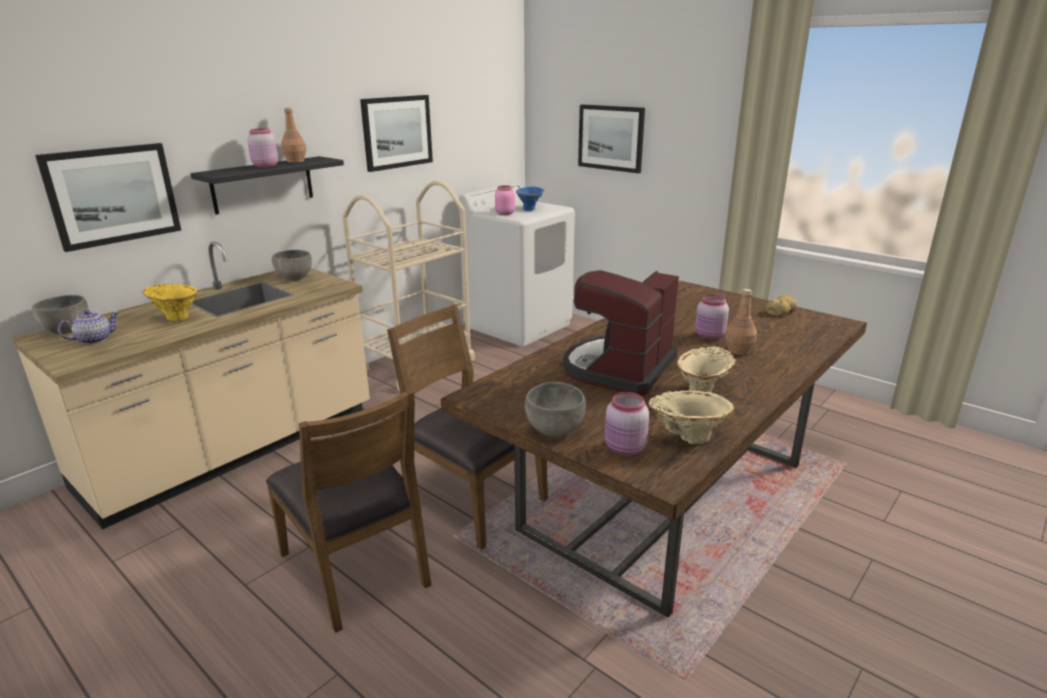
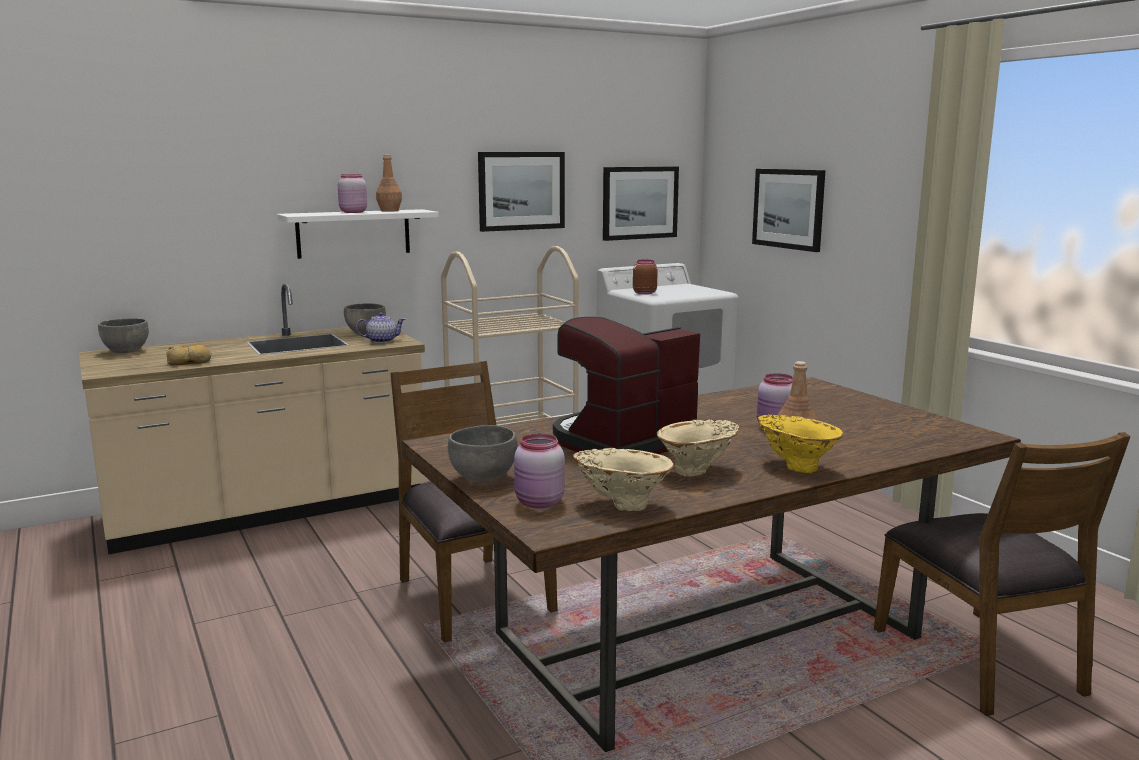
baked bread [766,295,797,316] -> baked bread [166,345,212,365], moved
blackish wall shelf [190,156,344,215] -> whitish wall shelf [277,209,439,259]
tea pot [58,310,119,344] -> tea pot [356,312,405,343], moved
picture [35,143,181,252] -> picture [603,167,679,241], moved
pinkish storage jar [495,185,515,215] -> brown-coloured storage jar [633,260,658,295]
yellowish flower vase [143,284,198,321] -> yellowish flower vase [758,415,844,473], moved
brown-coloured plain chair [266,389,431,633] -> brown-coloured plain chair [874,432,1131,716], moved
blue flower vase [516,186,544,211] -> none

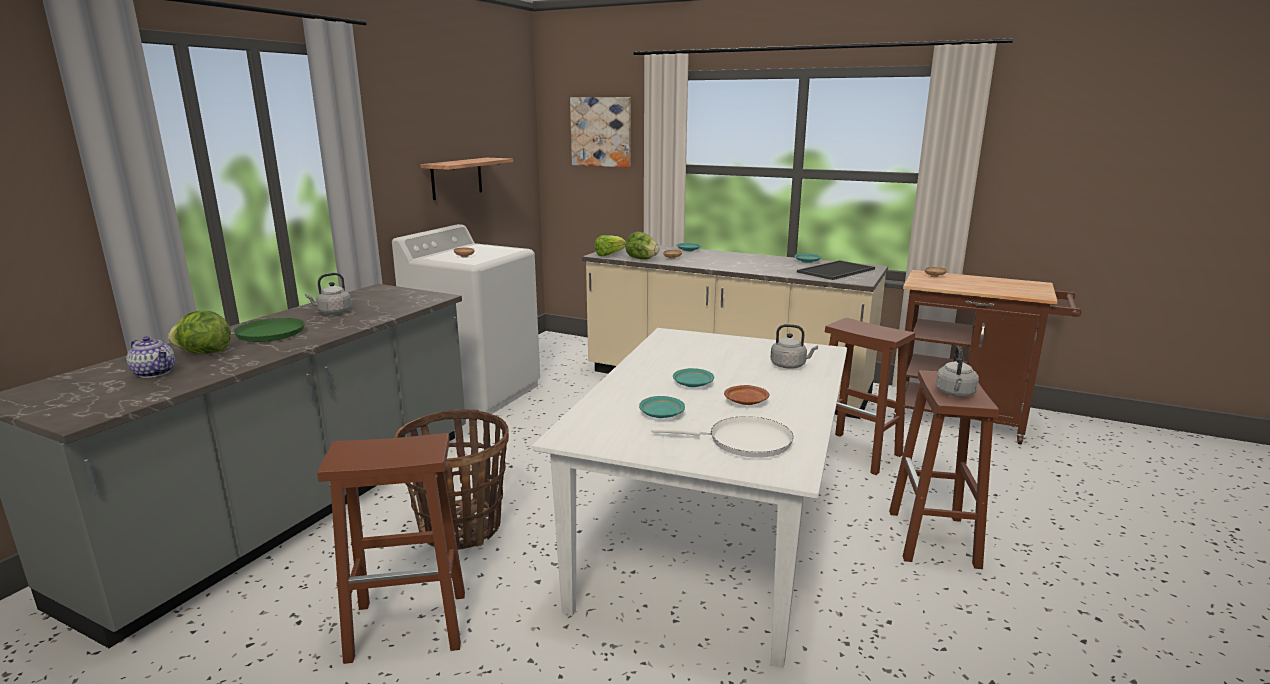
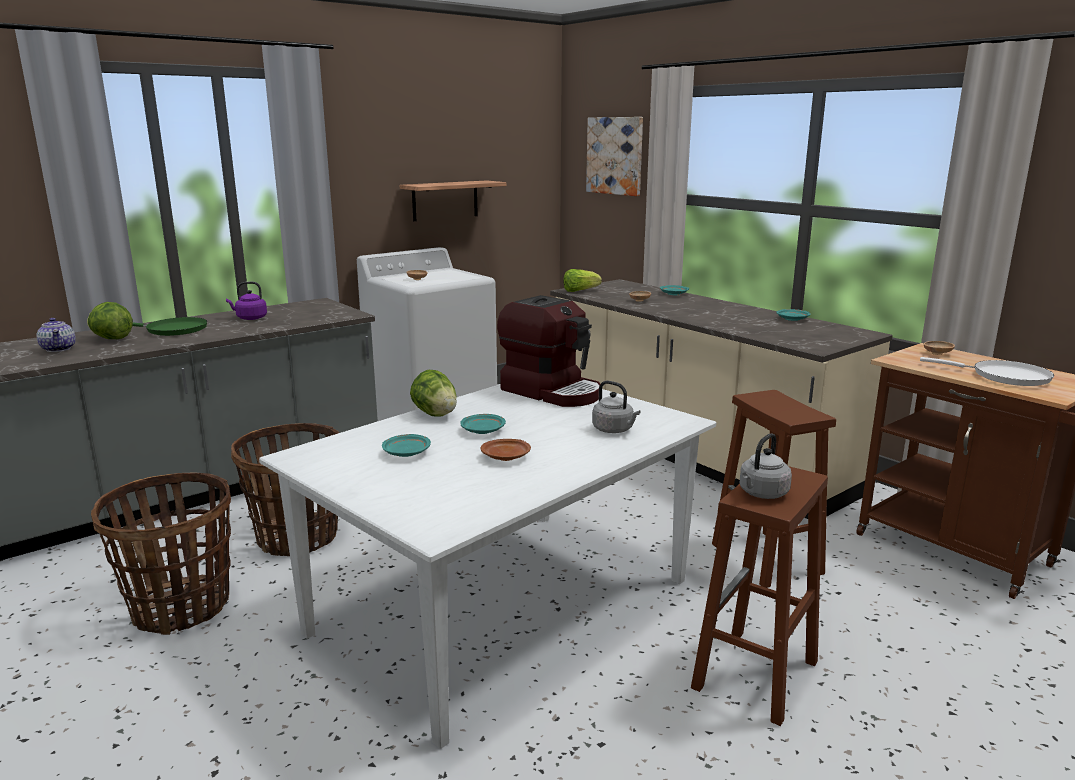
brown-coloured stool seat [317,433,465,664] -> storage basket [91,473,231,635]
greyish tea kettle [305,273,352,314] -> purple-coloured tea kettle [226,281,267,320]
lettuce head [625,232,659,260] -> lettuce head [410,370,457,417], moved
none -> coffee machine [497,295,600,407]
whitish skillet [651,416,793,458] -> whitish skillet [920,357,1054,386], moved
tray [797,260,875,280] -> none

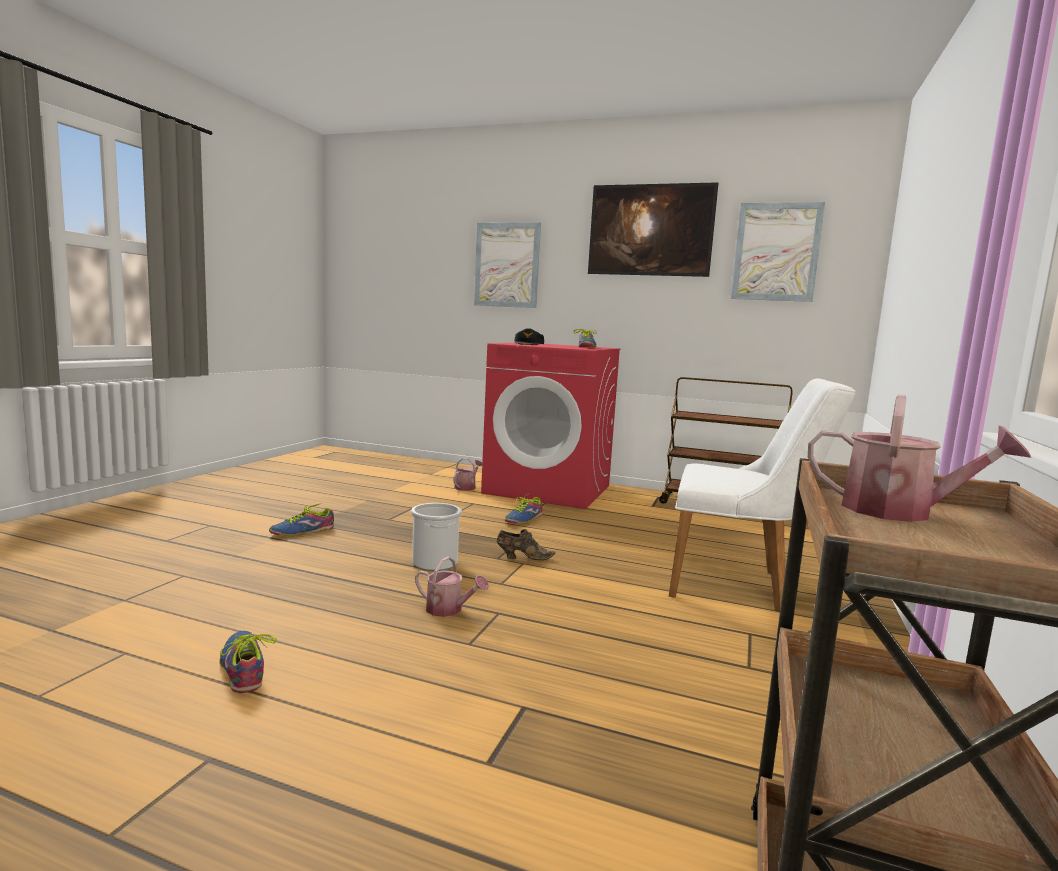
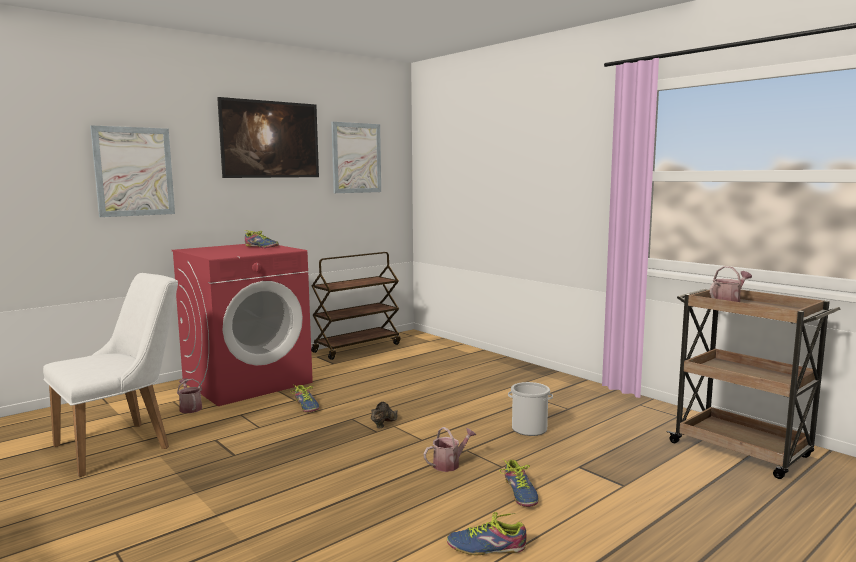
whitish plain chair [669,378,856,613] -> whitish plain chair [43,273,178,477], moved
shoe [269,503,334,536] -> shoe [500,459,539,507], moved
pail [411,503,462,571] -> pail [508,382,553,436], moved
blackish baseball cap [515,328,544,345] -> none

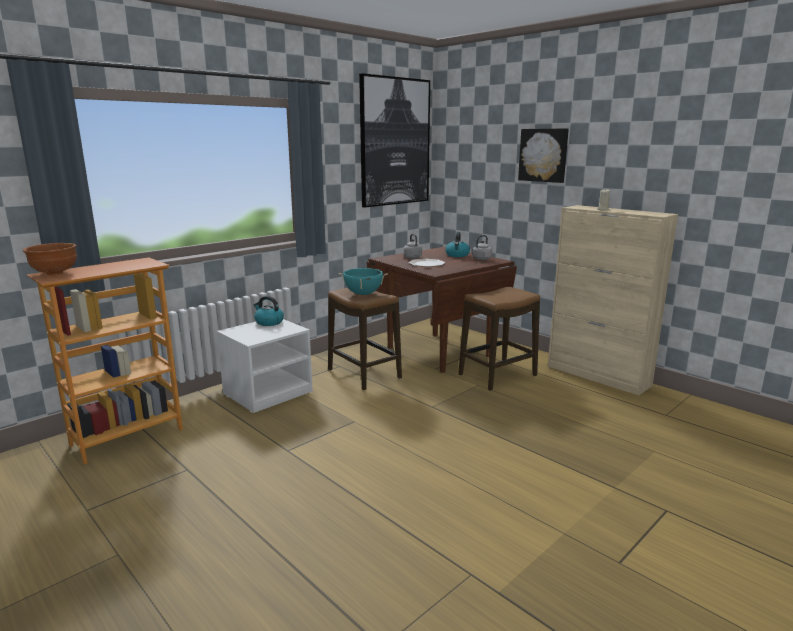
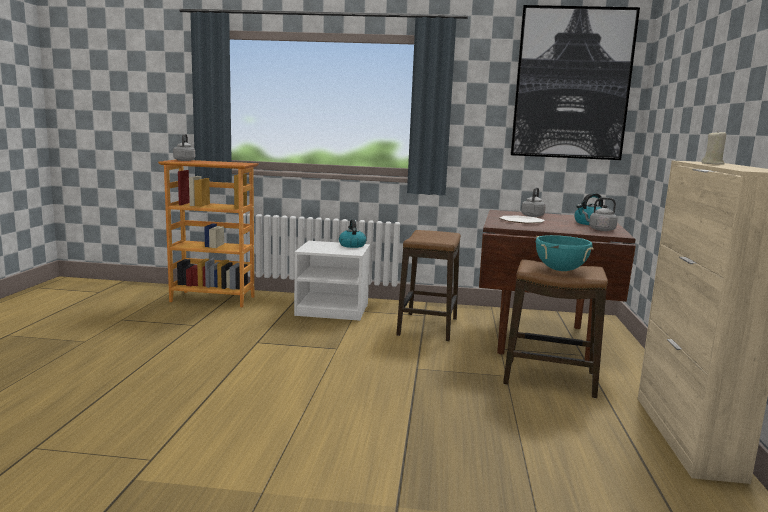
brown-coloured bowl [23,243,77,275] -> greyish tea kettle [173,134,195,161]
turquoise-coloured stockpot [338,268,388,295] -> turquoise-coloured stockpot [536,235,594,271], moved
picture [518,128,569,183] -> none

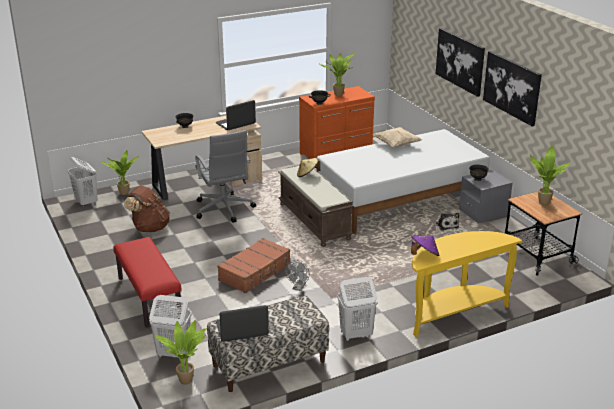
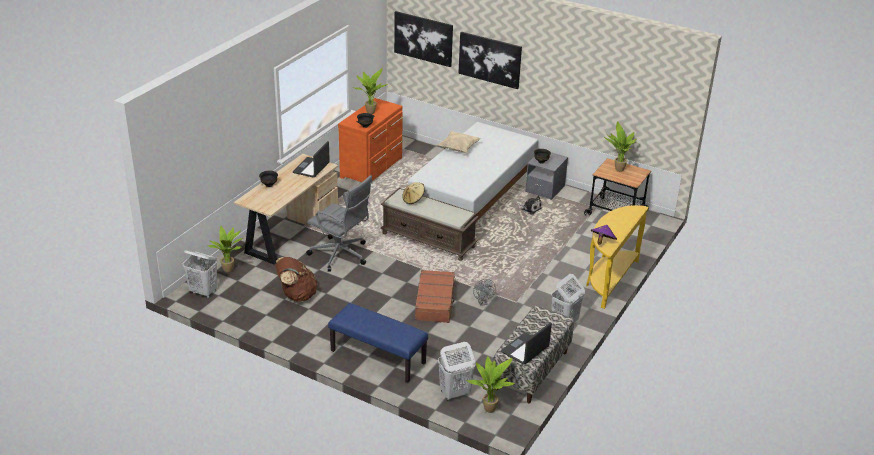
reddish indoor bench [113,237,182,328] -> blue indoor bench [328,303,428,382]
picture [483,51,542,126] -> picture [394,11,453,67], moved

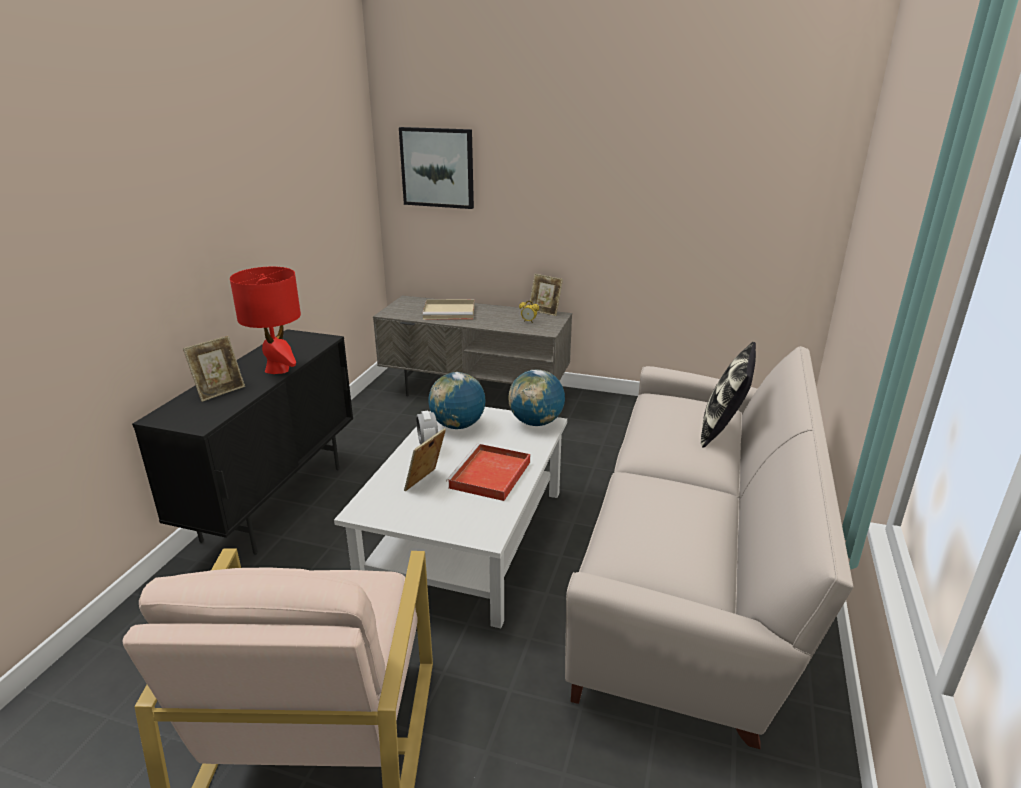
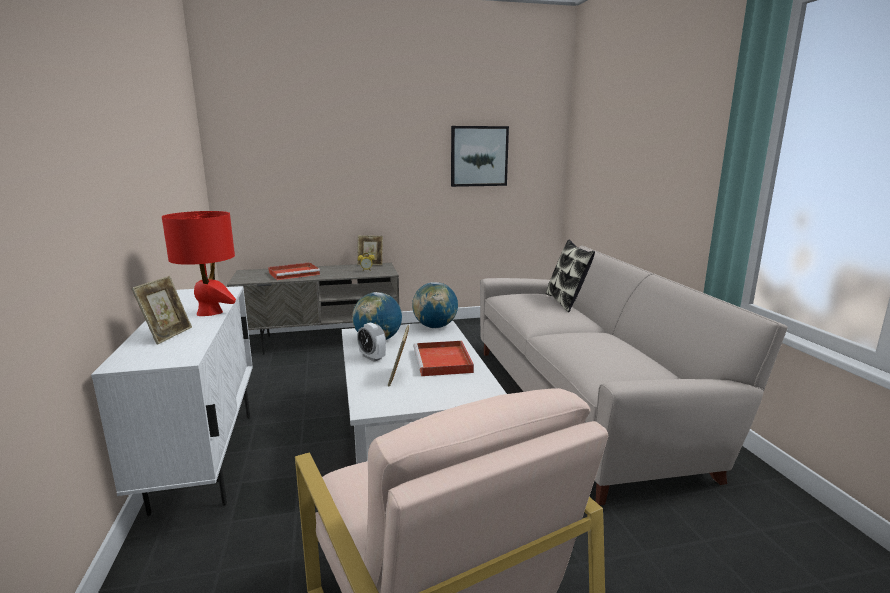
blackish cupboard [132,329,353,555] -> whitish cupboard [91,286,253,516]
beige-coloured tray [423,299,475,319] -> reddish tray [268,262,320,280]
picture [399,127,474,209] -> picture [451,126,509,187], moved

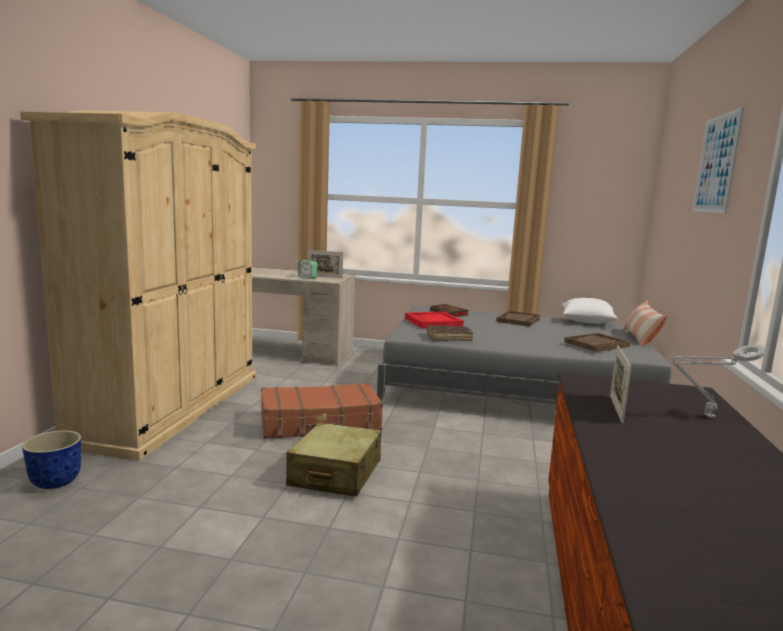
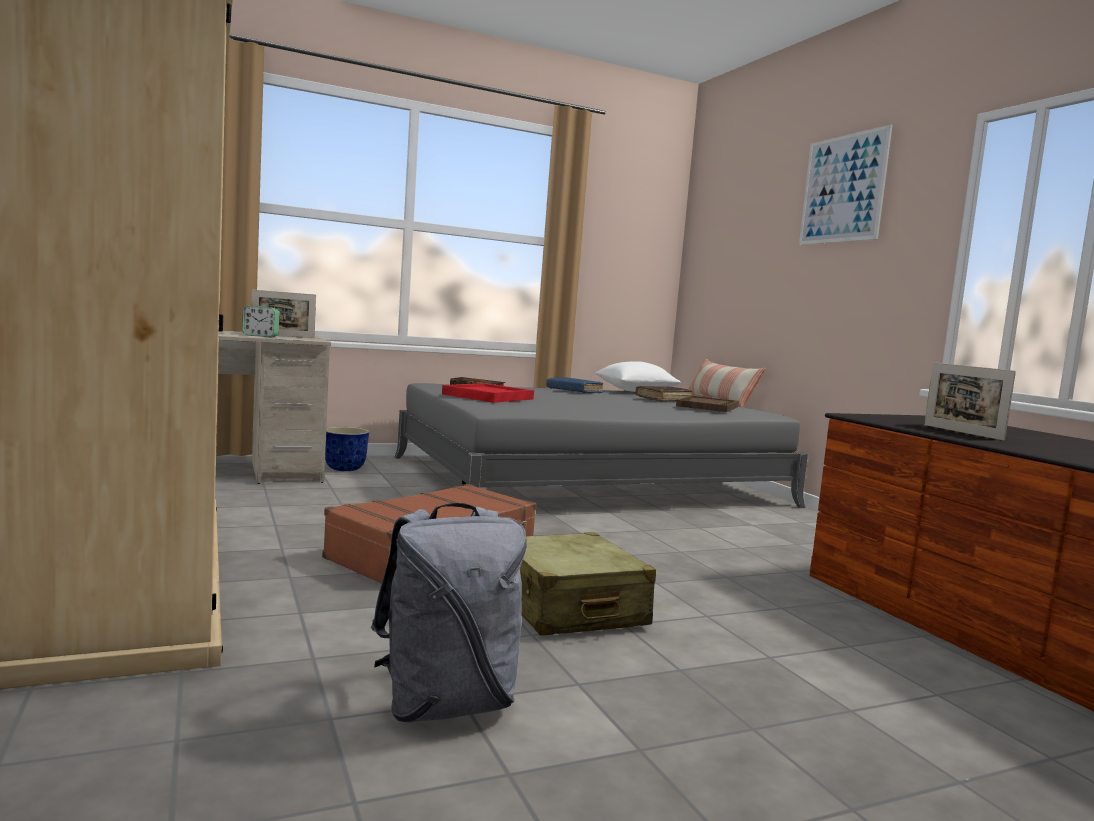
flower pot [22,430,81,489] -> flower pot [325,427,369,471], moved
none -> greyish knapsack [371,503,526,723]
brown-coloured tray [496,311,540,327] -> blue book [546,377,603,393]
brown-coloured book [427,325,473,341] -> brown-coloured book [636,386,692,402], moved
greyish lamp for a table [671,345,766,418] -> none

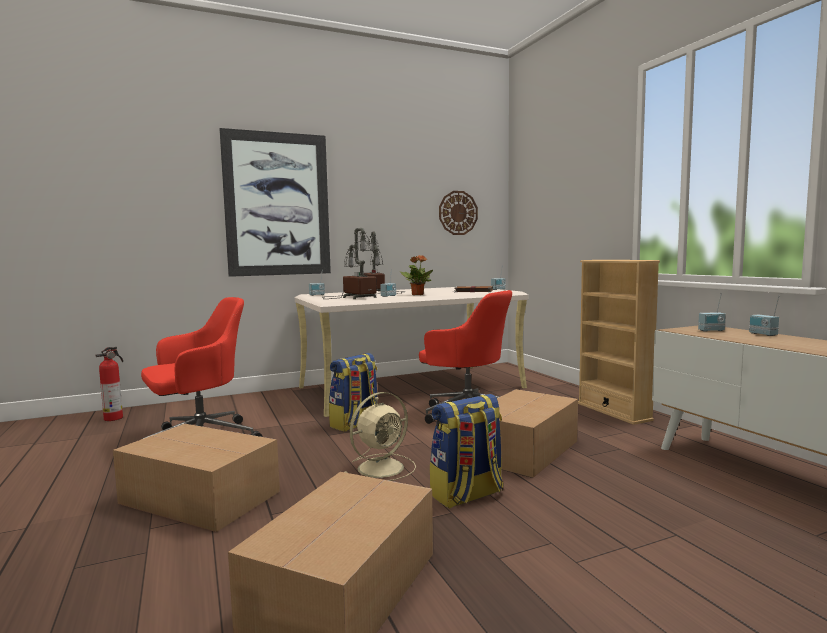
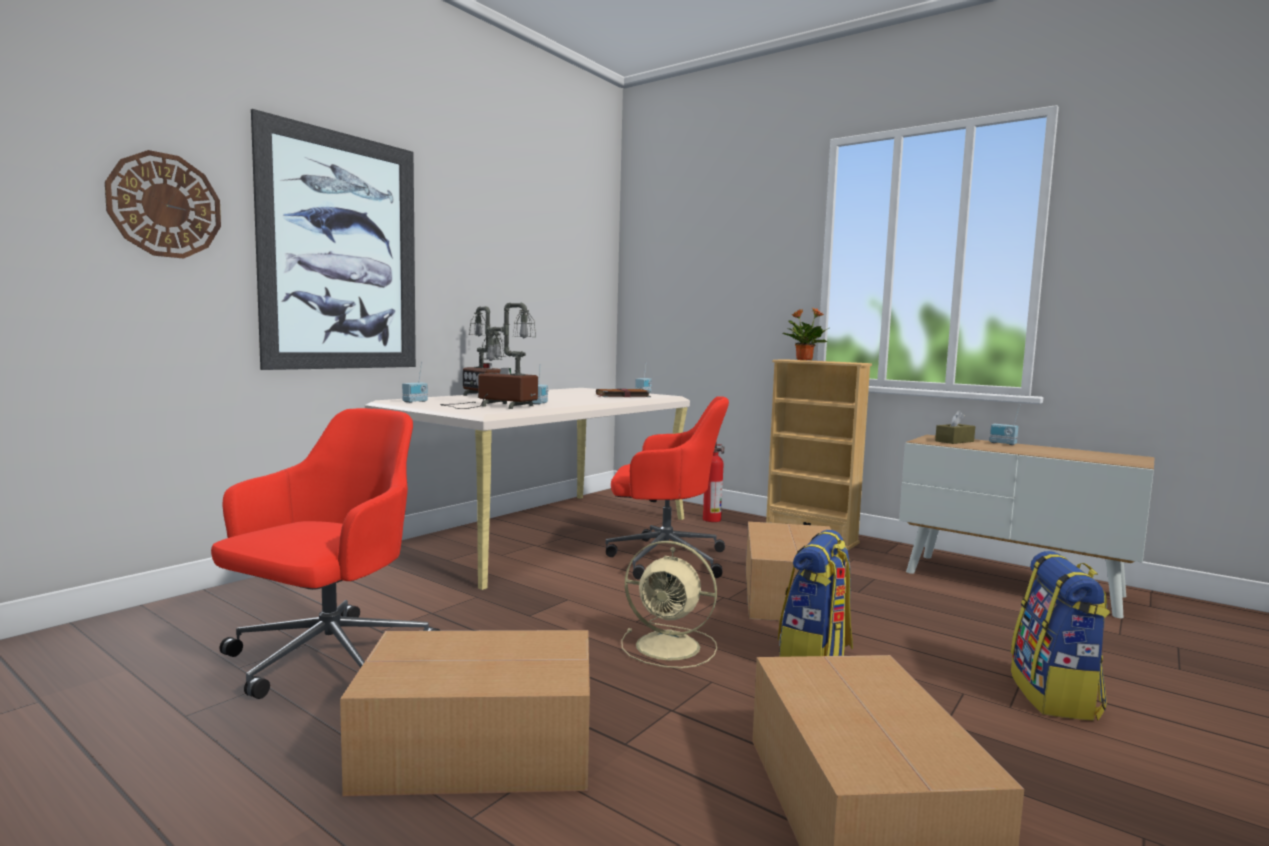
wall clock [439,191,478,235] -> wall clock [105,150,221,259], moved
beige-coloured cooling fan [345,392,416,481] -> beige-coloured cooling fan [621,541,717,668], 90 degrees clockwise
fire extinguisher [95,347,123,421] -> fire extinguisher [703,441,724,522], moved
plant in a pot [400,255,433,295] -> plant in a pot [782,308,829,360], moved
radio [698,293,726,332] -> brown-coloured tissue holder [935,410,975,444]
knapsack [329,353,378,432] -> knapsack [1011,551,1110,721], moved

